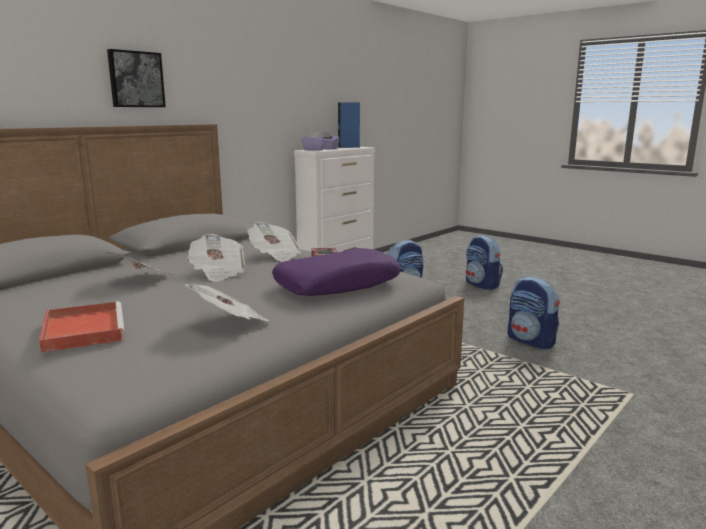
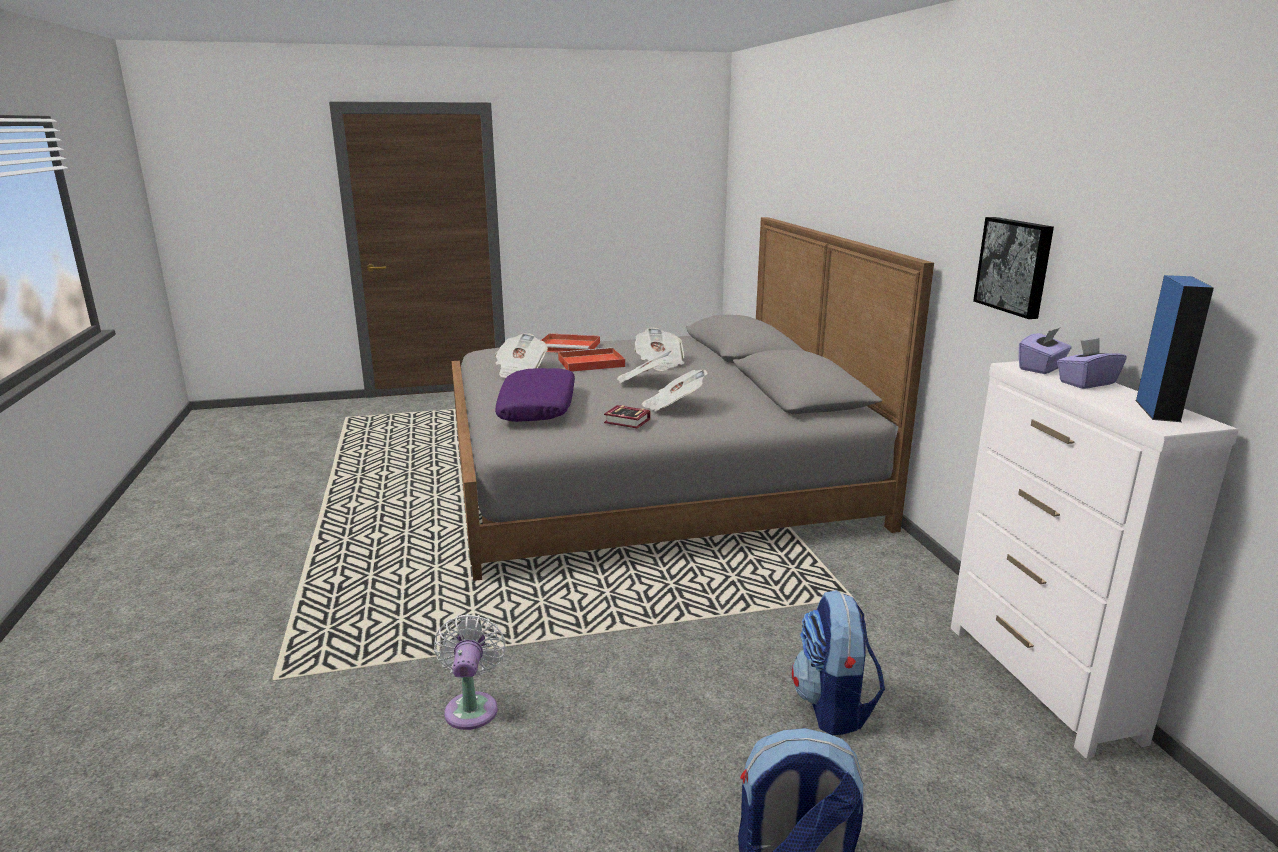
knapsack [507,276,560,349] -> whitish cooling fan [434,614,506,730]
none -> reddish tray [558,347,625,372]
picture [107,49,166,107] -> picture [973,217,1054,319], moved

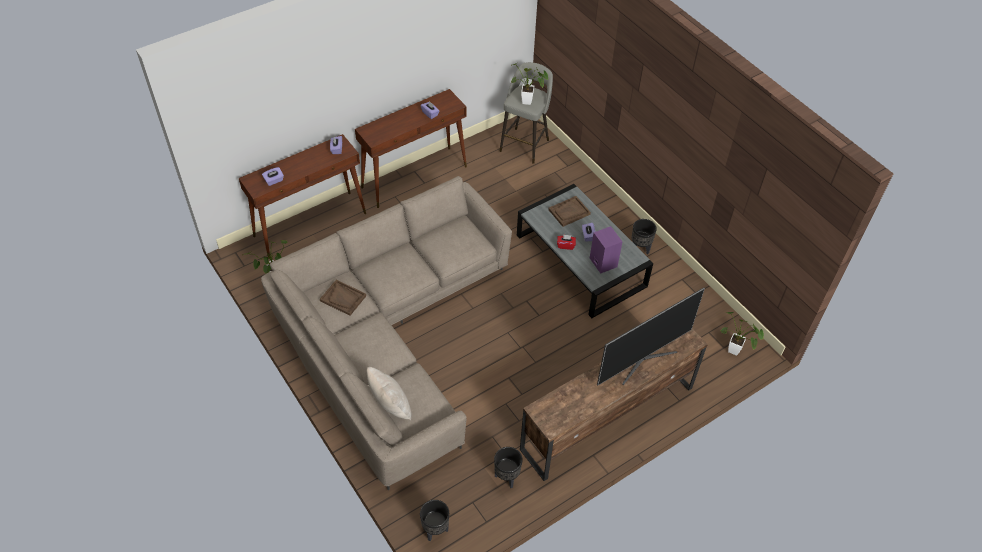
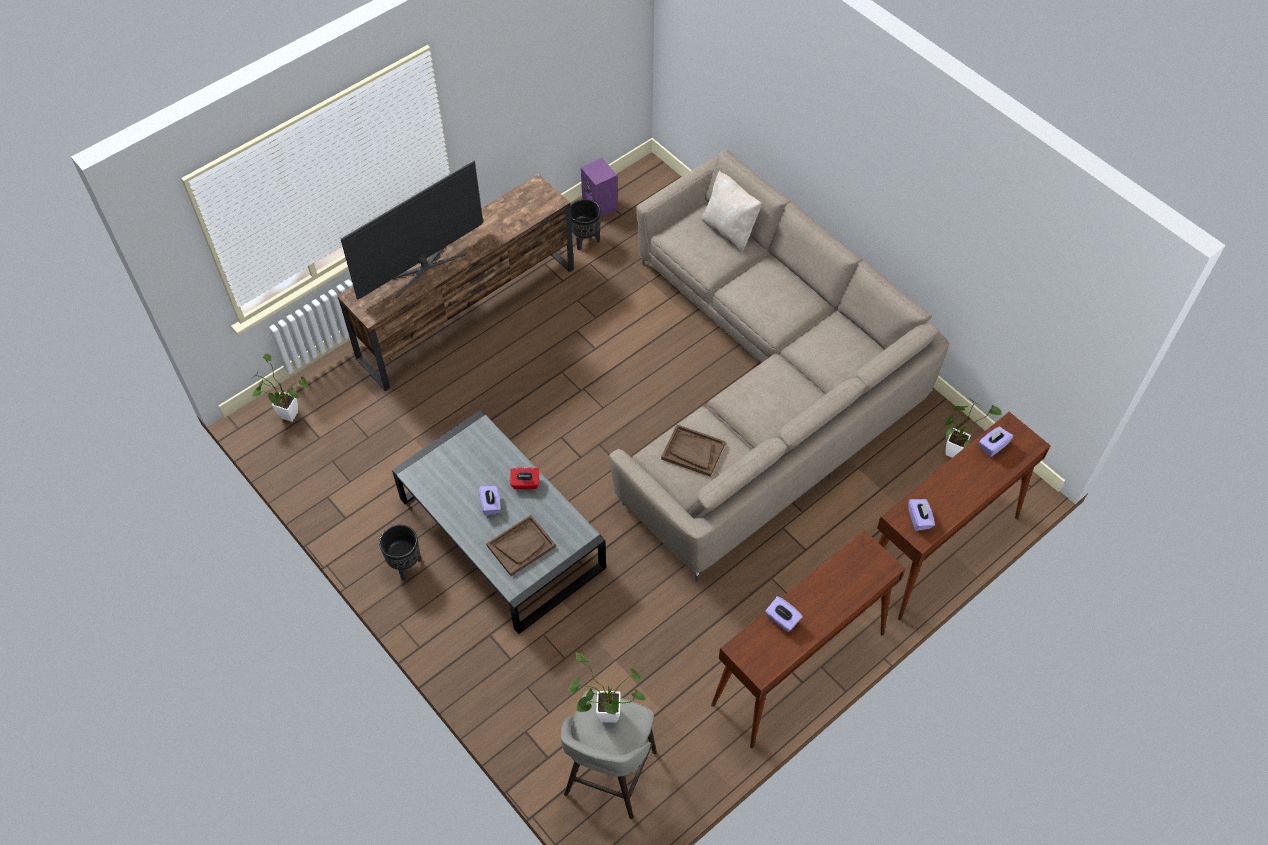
purple-coloured loudspeaker [590,226,622,274] -> purple-coloured loudspeaker [581,158,618,218], moved
brown-coloured tray [320,280,366,316] -> brown-coloured tray [661,425,726,477], moved
blackish flower pot [420,500,449,541] -> none

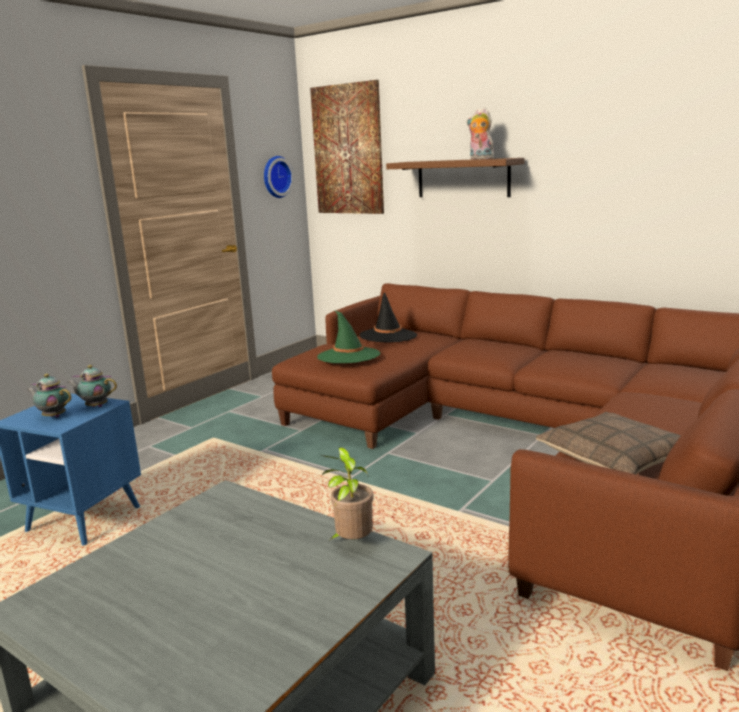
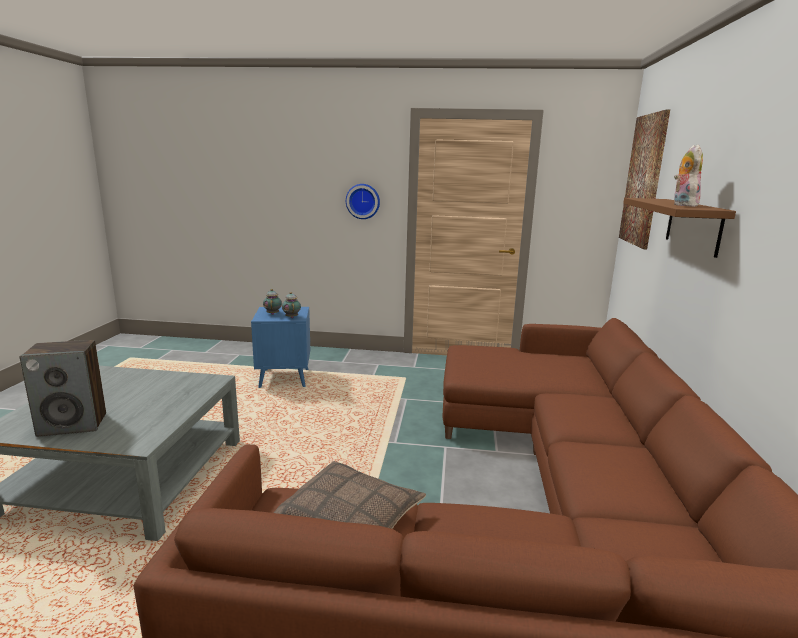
none -> loudspeaker [19,340,106,437]
wall clock [264,156,294,198] -> wall clock [346,184,380,219], moved
greenish hat [317,310,380,363] -> none
plant in a pot [320,447,374,539] -> none
blackish hat [359,292,417,343] -> none

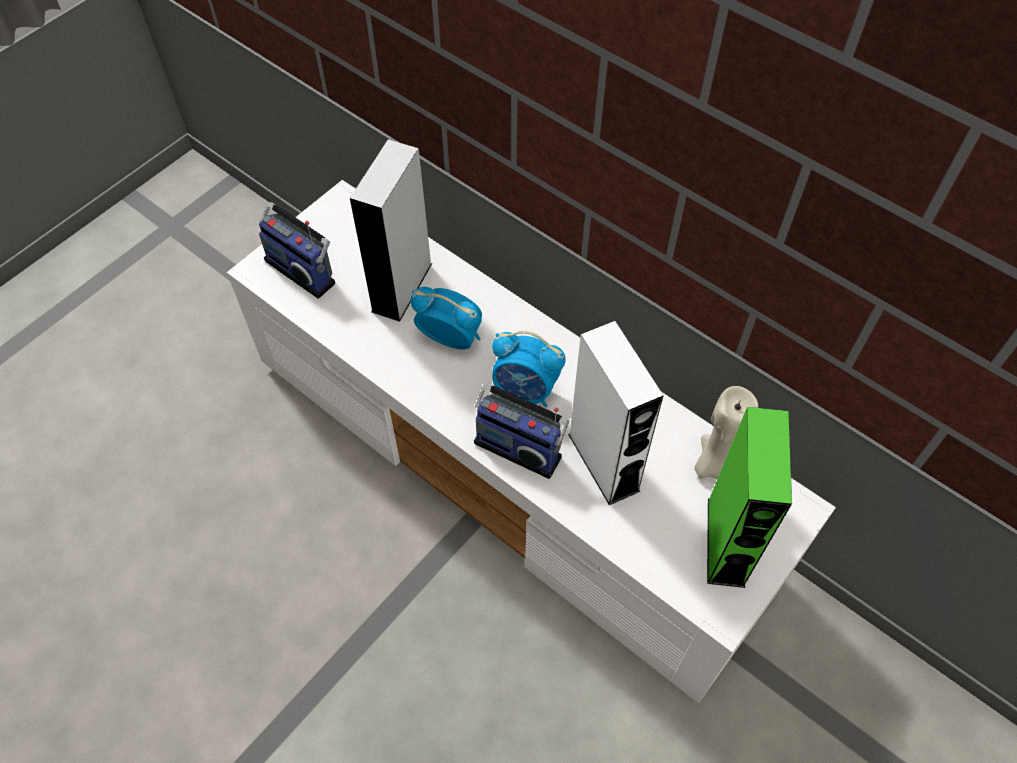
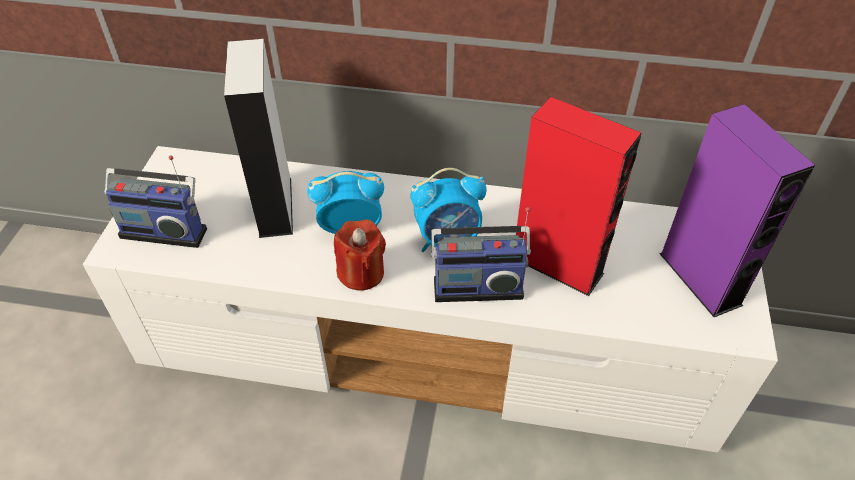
none -> reddish wax light [334,219,386,291]
whitish loudspeaker [568,321,664,505] -> reddish loudspeaker [516,97,641,296]
greenish loudspeaker [707,407,792,588] -> purple-coloured loudspeaker [659,104,815,317]
beige-coloured wax light [694,386,758,479] -> none

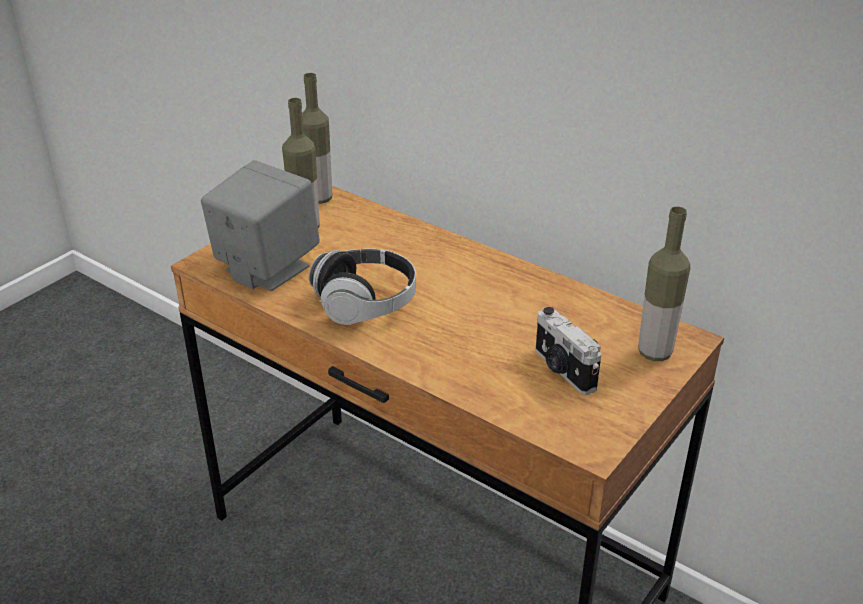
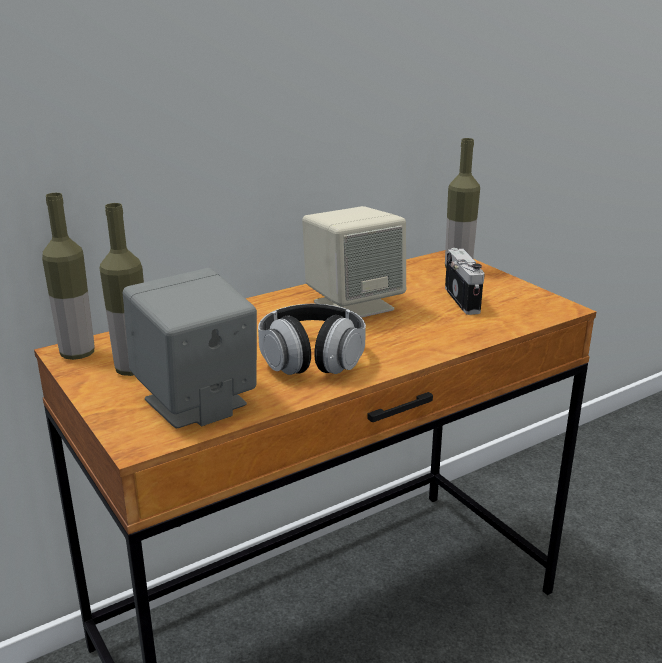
none -> beige-coloured loudspeaker [302,206,406,318]
still camera [536,307,601,395] -> still camera [445,248,485,315], 90 degrees counterclockwise

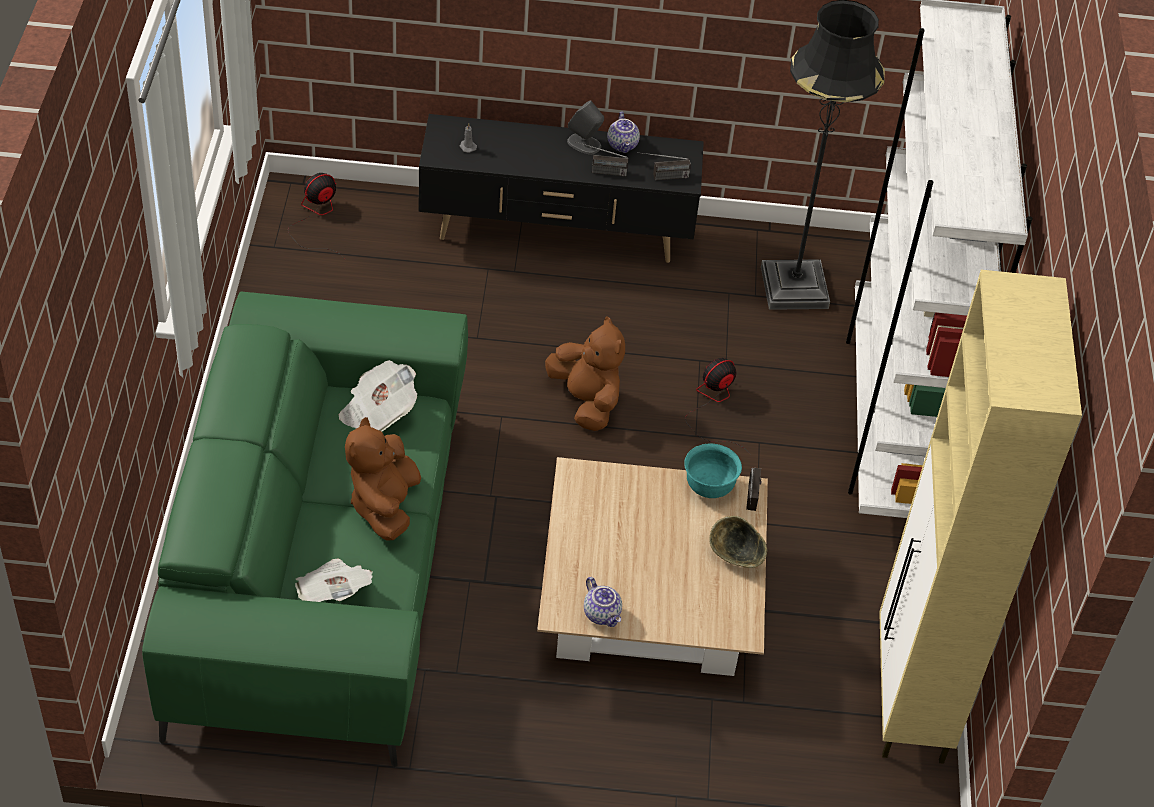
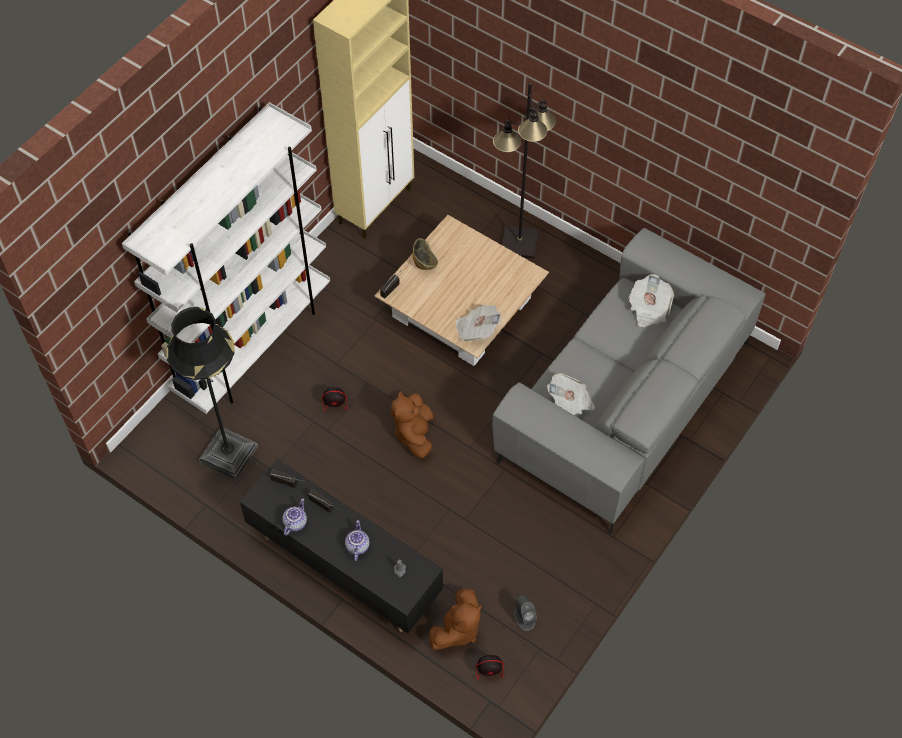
tea pot [584,577,622,627] -> tea pot [345,520,370,561], moved
brown-coloured plush toy [345,417,421,541] -> brown-coloured plush toy [429,589,482,650], moved
none -> newspaper [455,305,501,342]
greenish settee [142,291,468,767] -> greyish settee [492,228,766,534]
none -> blackish standing lamp [493,82,556,259]
greyish loudspeaker [567,100,604,154] -> greyish loudspeaker [514,595,537,631], moved
turquoise-coloured bowl [684,443,742,498] -> none

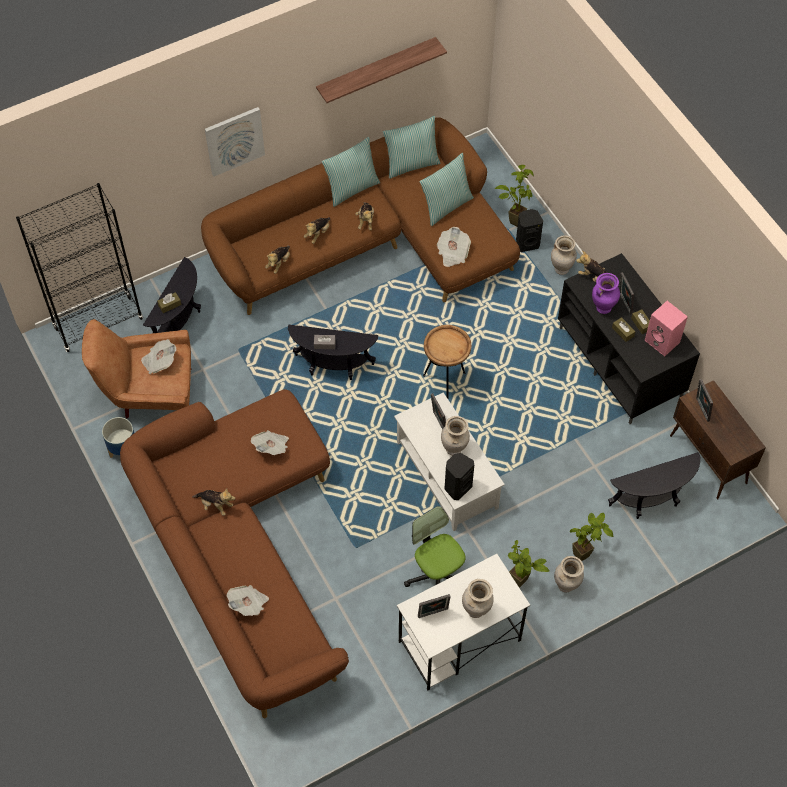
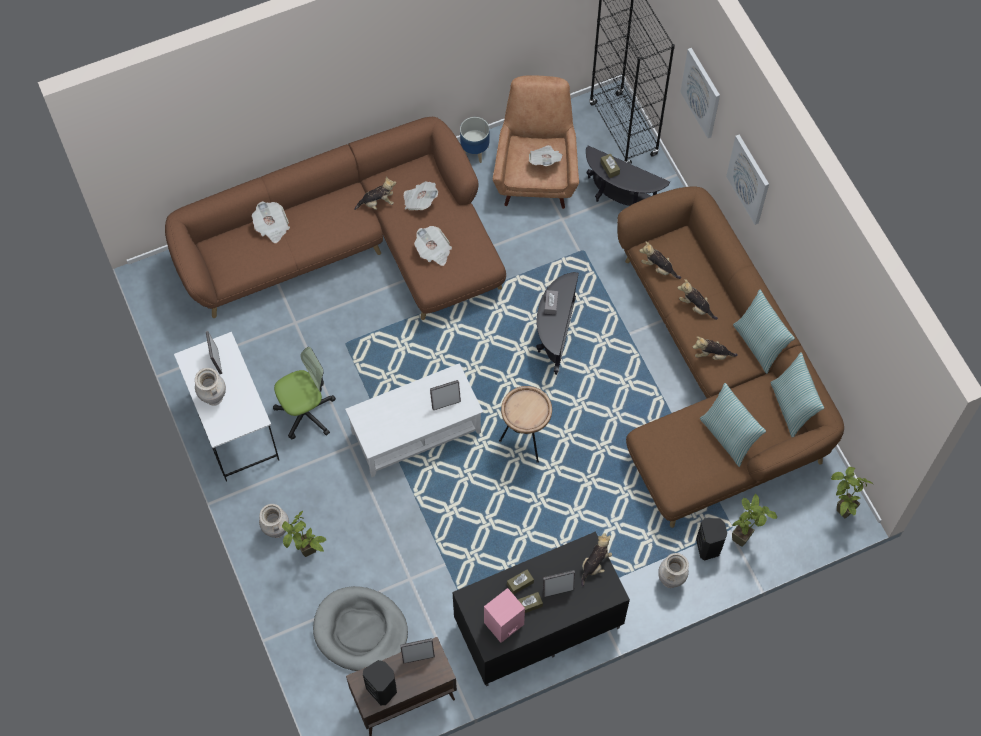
blackish side table [608,452,700,519] -> greyish dog cushion [313,586,408,671]
plush toy [193,489,235,516] -> plush toy [354,177,396,210], 135 degrees counterclockwise
blackish loudspeaker [444,453,474,500] -> blackish loudspeaker [363,660,397,705], moved
newspaper [437,227,471,267] -> newspaper [403,181,438,210], moved
none -> picture [680,48,720,138]
plant in a pot [508,540,549,588] -> plant in a pot [831,467,873,518], moved
wall shelf [316,37,447,103] -> none
beige-coloured flower vase [441,416,470,456] -> none
purple-coloured flower vase [592,273,620,314] -> none

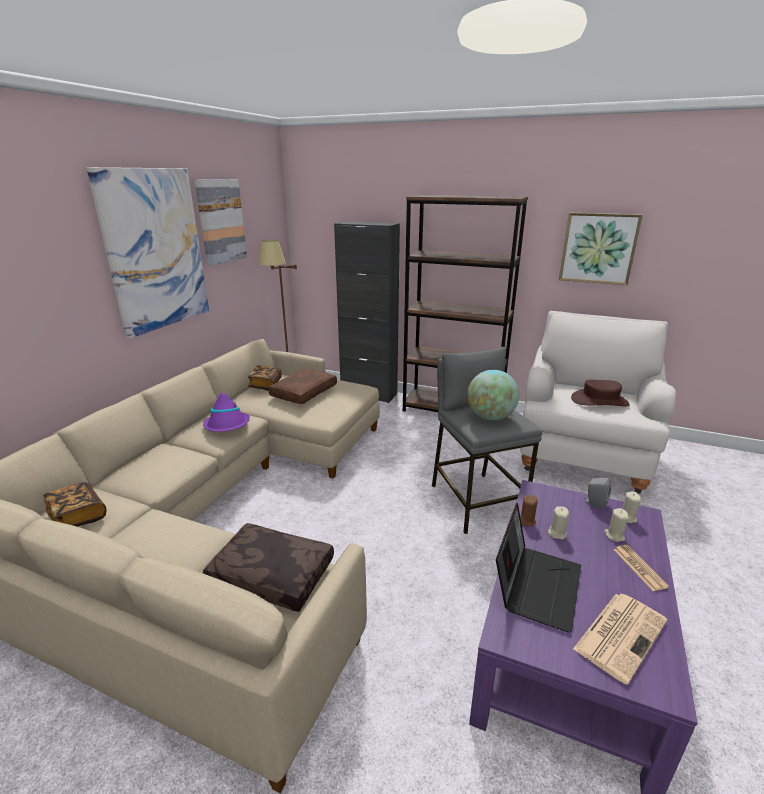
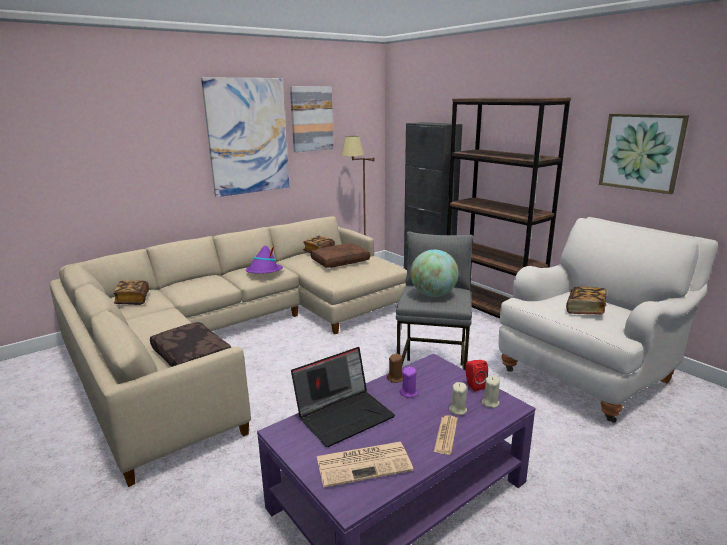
beige-coloured wax light [548,506,569,539] -> purple-coloured wax light [400,367,417,398]
greyish loudspeaker [584,478,611,510] -> reddish loudspeaker [466,360,488,391]
brown-coloured hat [571,380,630,406] -> book [566,286,607,315]

